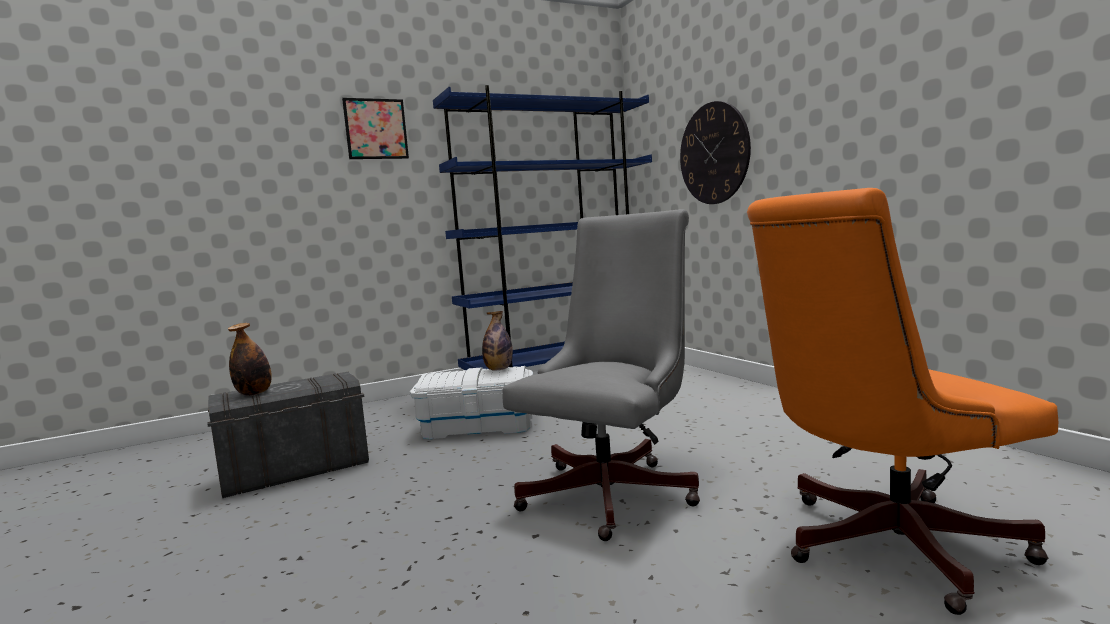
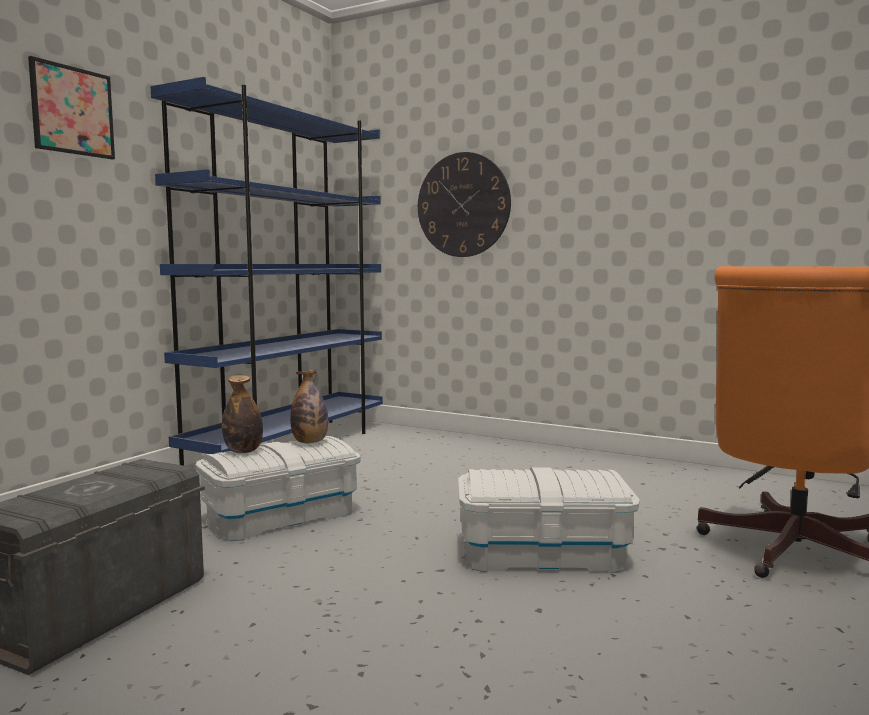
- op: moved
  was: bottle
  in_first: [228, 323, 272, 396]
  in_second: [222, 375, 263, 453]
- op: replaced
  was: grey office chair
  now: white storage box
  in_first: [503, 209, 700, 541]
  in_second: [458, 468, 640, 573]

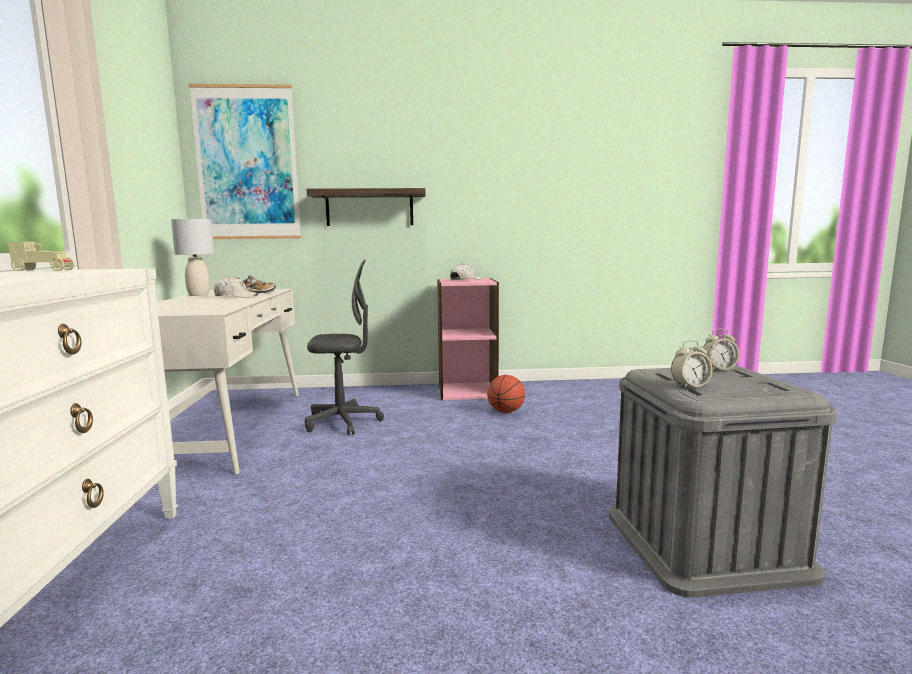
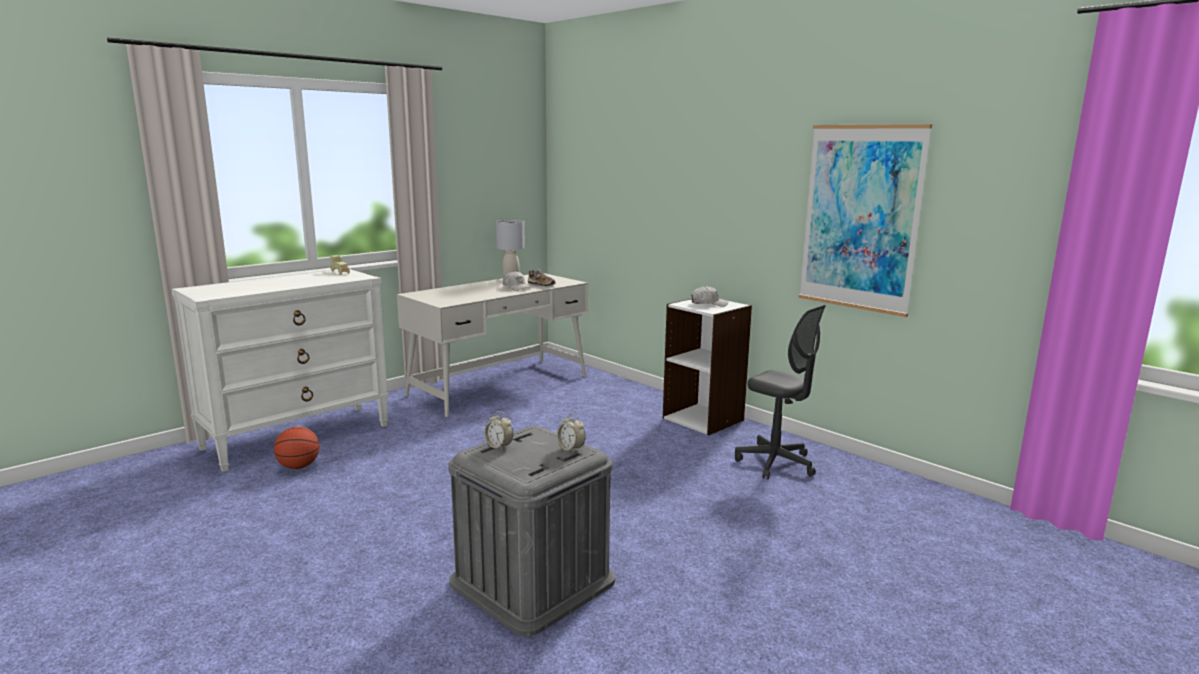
- op: moved
  was: picture
  in_first: [189, 84, 301, 239]
  in_second: [798, 124, 932, 317]
- op: moved
  was: grey office chair
  in_first: [305, 260, 384, 435]
  in_second: [735, 305, 826, 480]
- op: removed
  was: shelf
  in_first: [307, 188, 426, 226]
- op: recoloured
  was: pink bookcase
  now: white bookcase
  in_first: [437, 278, 499, 400]
  in_second: [663, 298, 752, 435]
- op: moved
  was: basketball
  in_first: [487, 375, 525, 413]
  in_second: [274, 427, 319, 469]

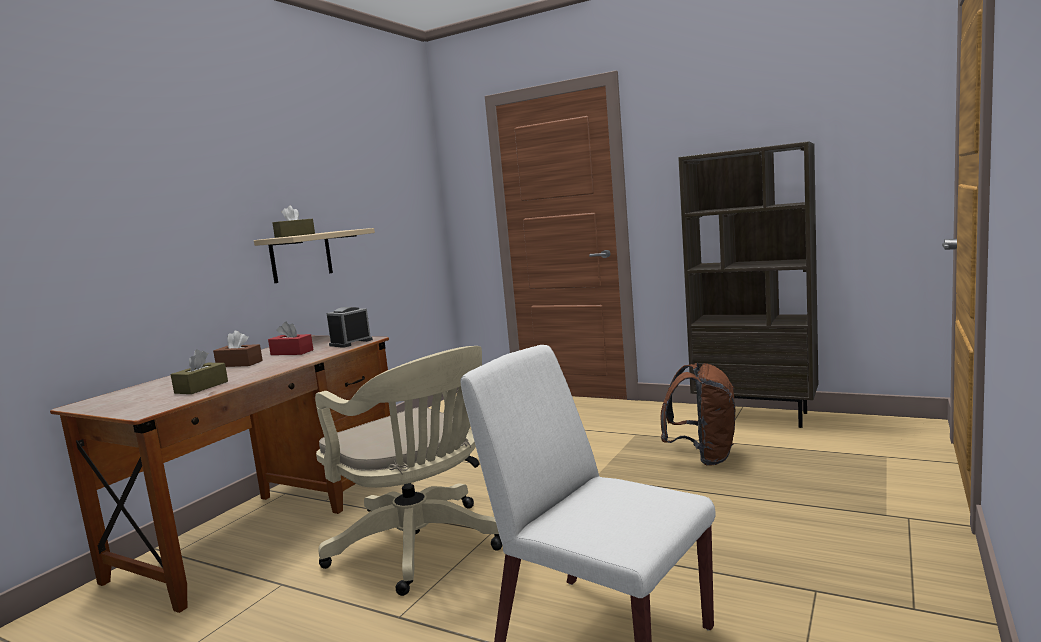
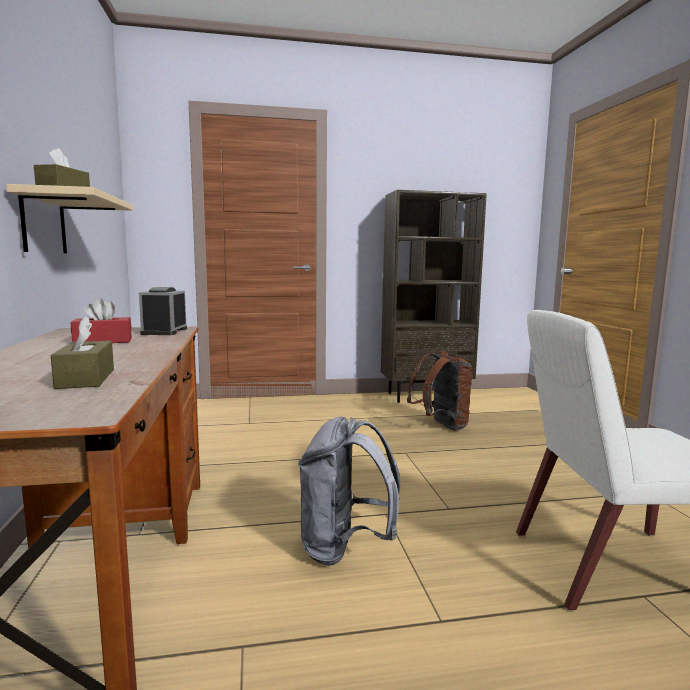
- op: removed
  was: brown tissue box
  in_first: [213, 331, 263, 367]
- op: replaced
  was: beige office chair
  now: grey backpack
  in_first: [315, 346, 503, 596]
  in_second: [298, 417, 401, 566]

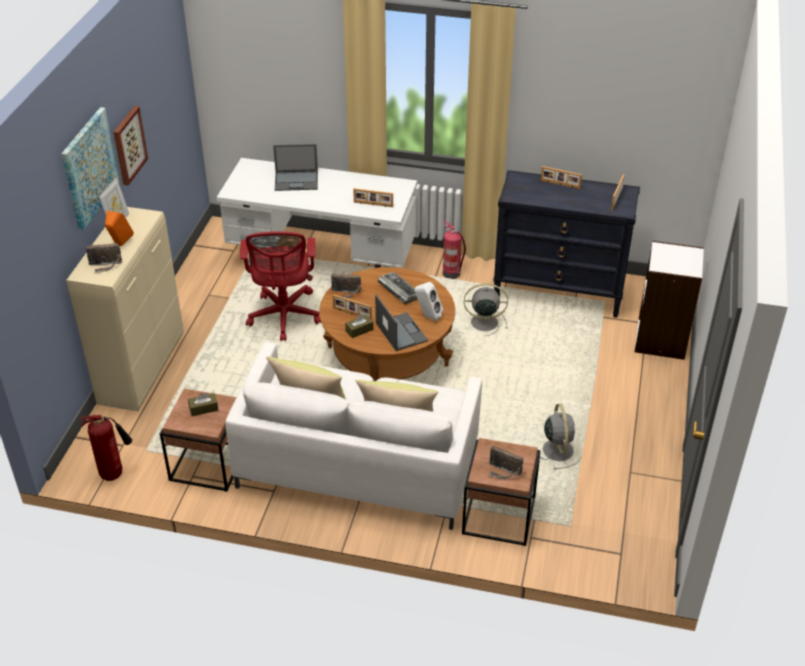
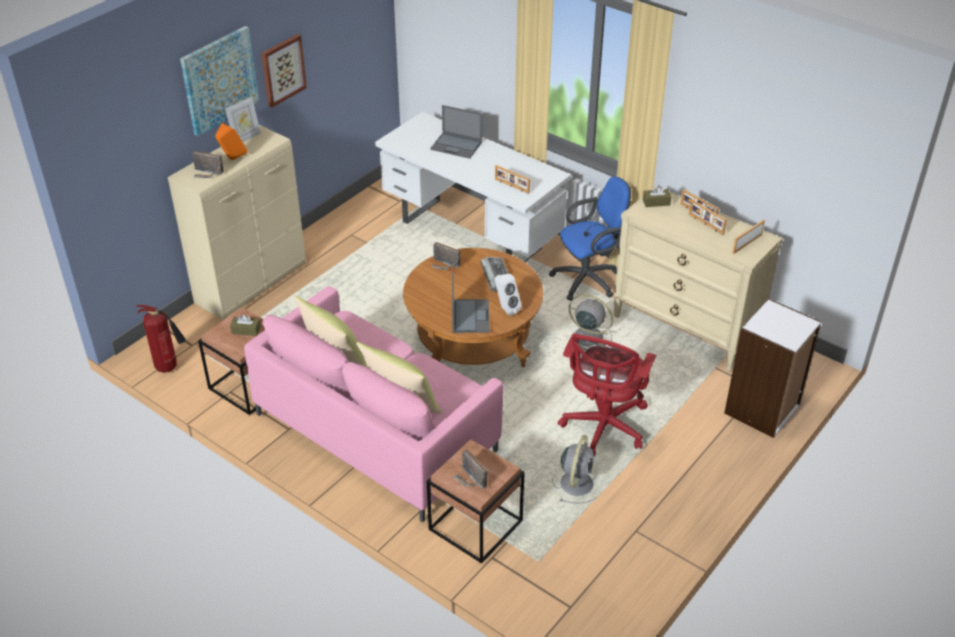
- op: recoloured
  was: white sofa
  now: pink sofa
  in_first: [225, 342, 482, 530]
  in_second: [244, 286, 504, 523]
- op: moved
  was: red office chair
  in_first: [240, 231, 321, 341]
  in_second: [558, 333, 656, 456]
- op: moved
  was: picture frame
  in_first: [333, 294, 372, 320]
  in_second: [689, 199, 727, 235]
- op: moved
  was: brown tissue box
  in_first: [345, 314, 373, 338]
  in_second: [643, 185, 671, 207]
- op: replaced
  was: fire extinguisher
  now: blue office chair
  in_first: [443, 221, 466, 279]
  in_second: [549, 176, 631, 301]
- op: recoloured
  was: black dresser
  now: beige dresser
  in_first: [493, 170, 640, 318]
  in_second: [613, 185, 783, 373]

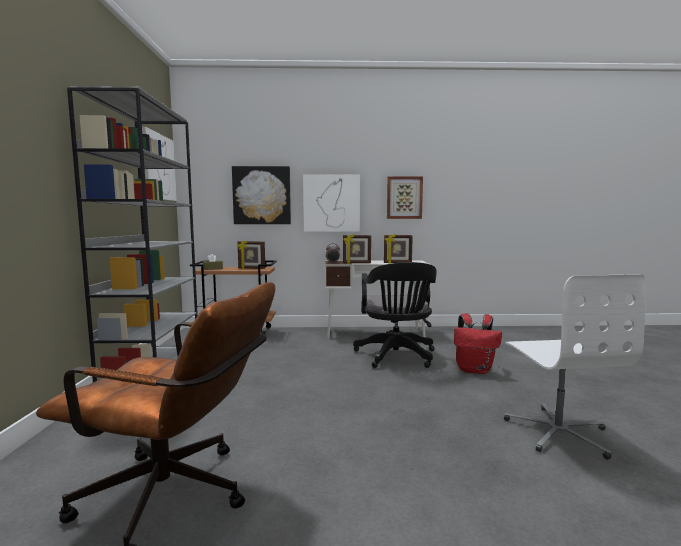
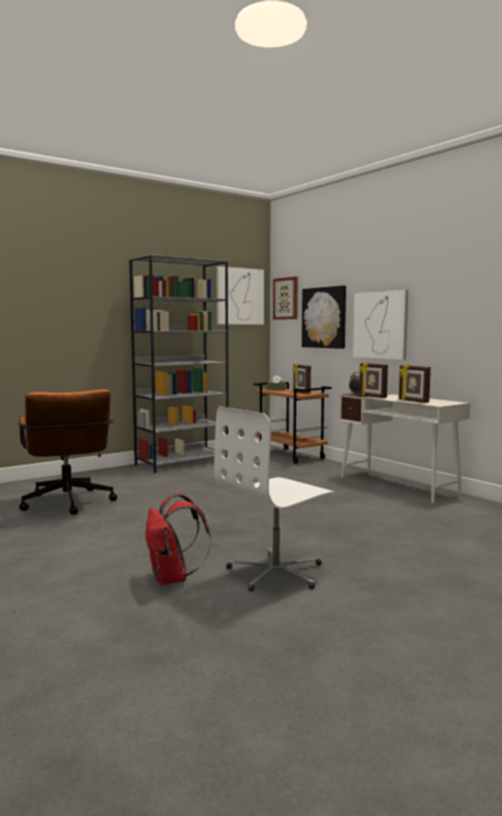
- op: removed
  was: black office chair
  in_first: [353, 262, 437, 368]
- op: moved
  was: picture
  in_first: [387, 176, 423, 219]
  in_second: [273, 277, 298, 320]
- op: moved
  was: red backpack
  in_first: [454, 313, 502, 374]
  in_second: [145, 494, 211, 585]

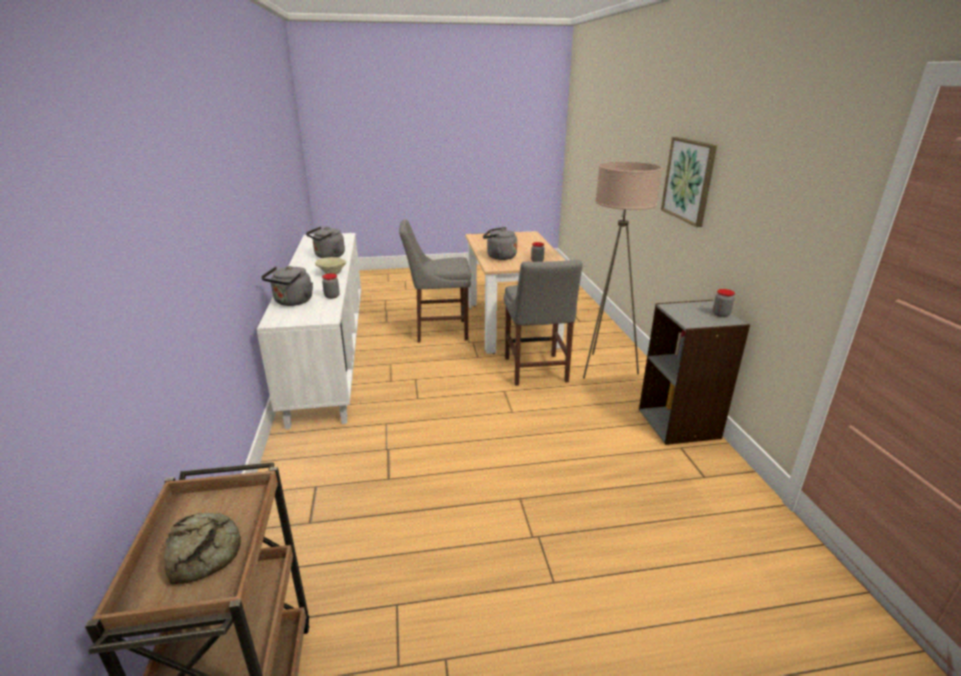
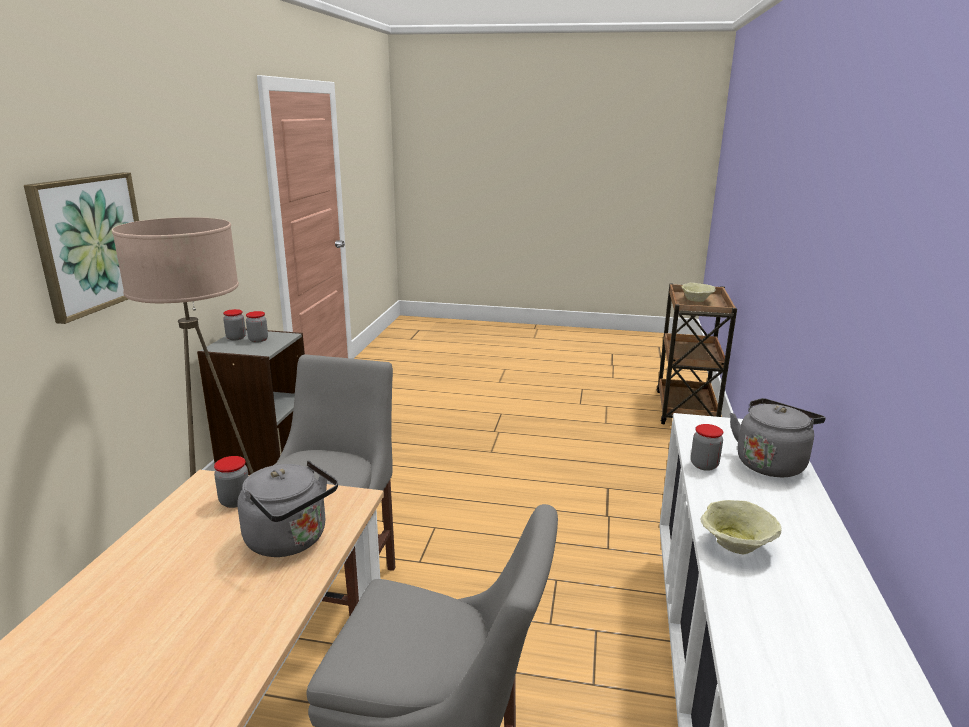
- op: replaced
  was: bread
  now: beige bowl
  in_first: [164, 513, 241, 584]
  in_second: [682, 283, 716, 302]
- op: removed
  was: grey kettle
  in_first: [306, 226, 345, 258]
- op: added
  now: jar
  in_second: [246, 311, 268, 343]

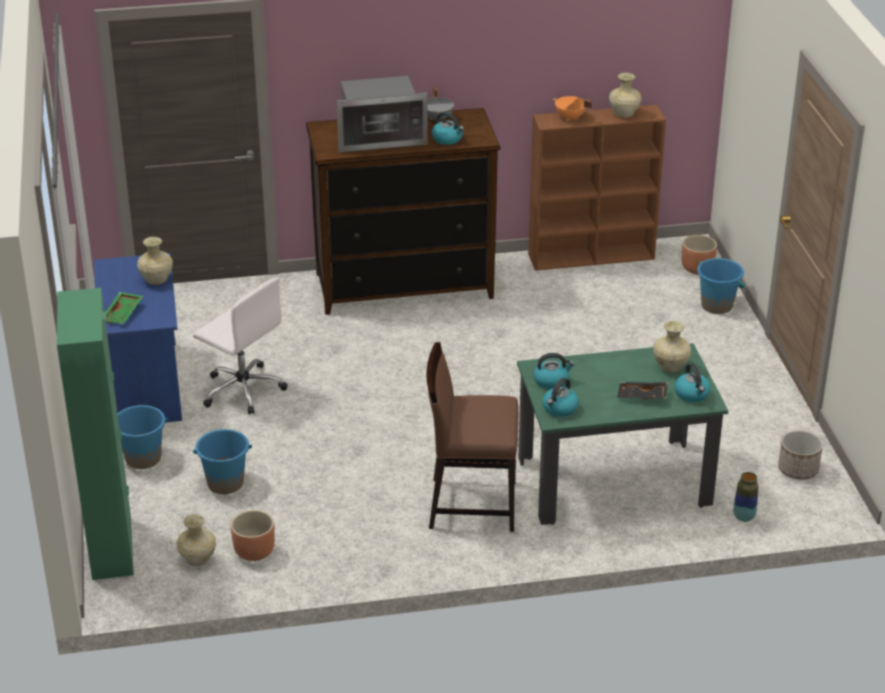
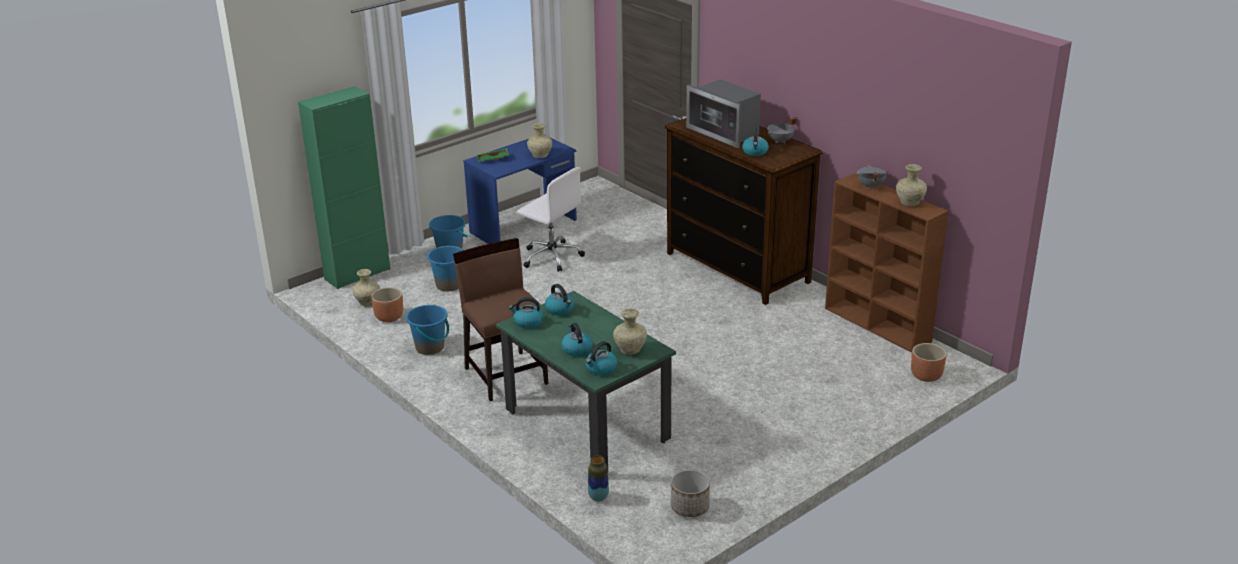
- op: turned
  was: white office chair
  in_first: [193, 277, 288, 415]
  in_second: [516, 167, 585, 272]
  clockwise: -60
- op: recoloured
  was: orange cooking pot
  now: grey cooking pot
  in_first: [553, 96, 593, 121]
  in_second: [857, 165, 886, 189]
- op: replaced
  was: black tray
  now: kettle
  in_first: [617, 382, 668, 400]
  in_second: [561, 323, 593, 356]
- op: moved
  was: blue bucket
  in_first: [697, 258, 745, 314]
  in_second: [406, 304, 449, 355]

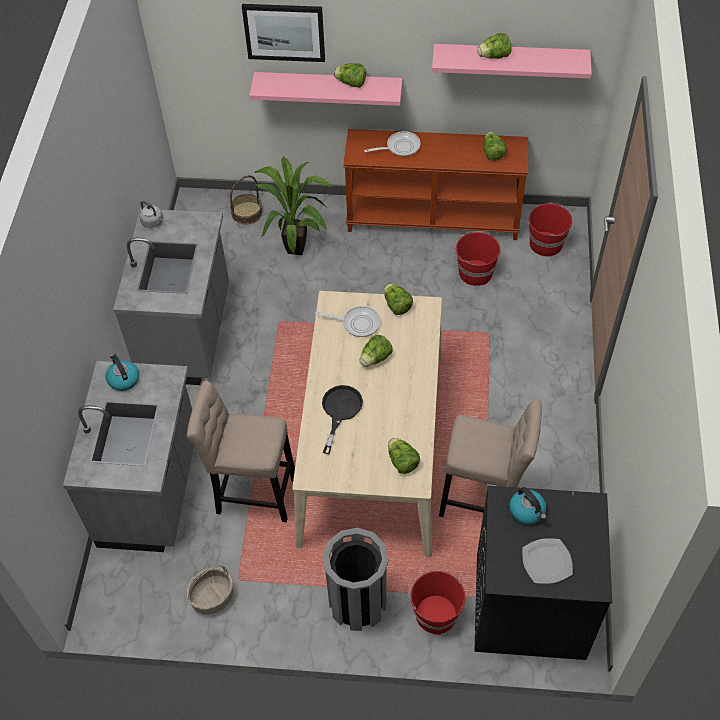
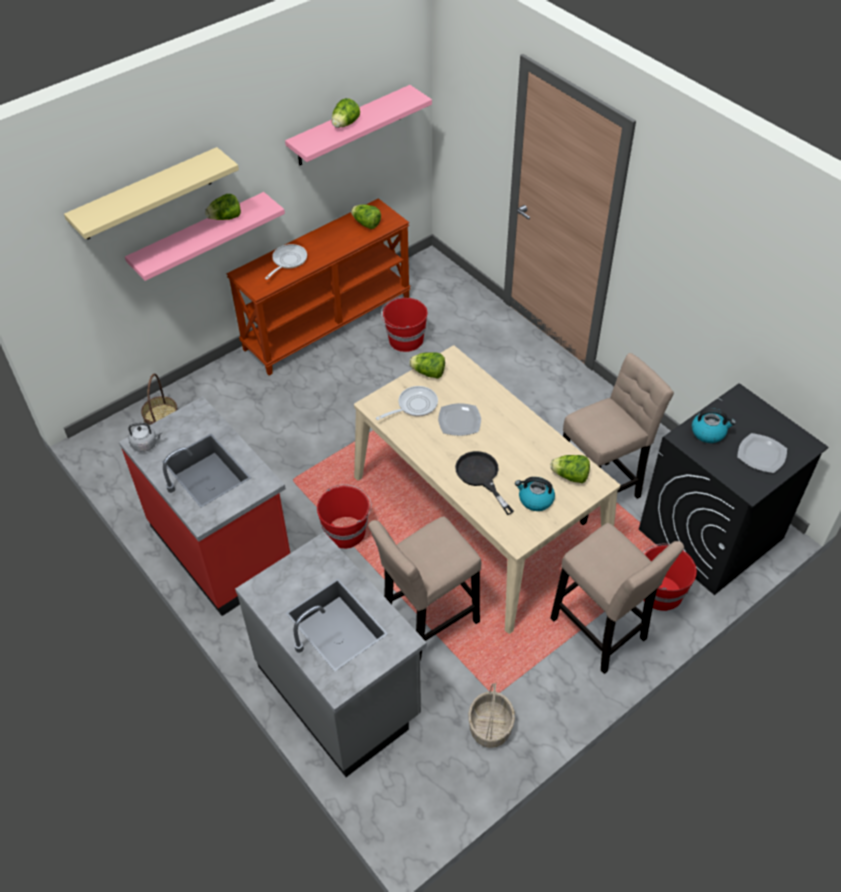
- op: moved
  was: kettle
  in_first: [106, 354, 139, 391]
  in_second: [515, 477, 555, 511]
- op: recoloured
  was: grey counter
  now: red counter
  in_first: [113, 209, 229, 385]
  in_second: [119, 396, 290, 616]
- op: replaced
  was: picture
  now: beige shelf
  in_first: [242, 4, 325, 62]
  in_second: [64, 147, 239, 240]
- op: removed
  was: potted plant
  in_first: [255, 156, 333, 255]
- op: replaced
  was: grey trash can
  now: beige stool
  in_first: [322, 528, 389, 631]
  in_second: [550, 523, 684, 674]
- op: replaced
  was: lettuce
  now: plate
  in_first: [360, 335, 393, 367]
  in_second: [438, 403, 481, 436]
- op: moved
  was: red bucket
  in_first: [529, 202, 574, 257]
  in_second: [317, 484, 372, 549]

